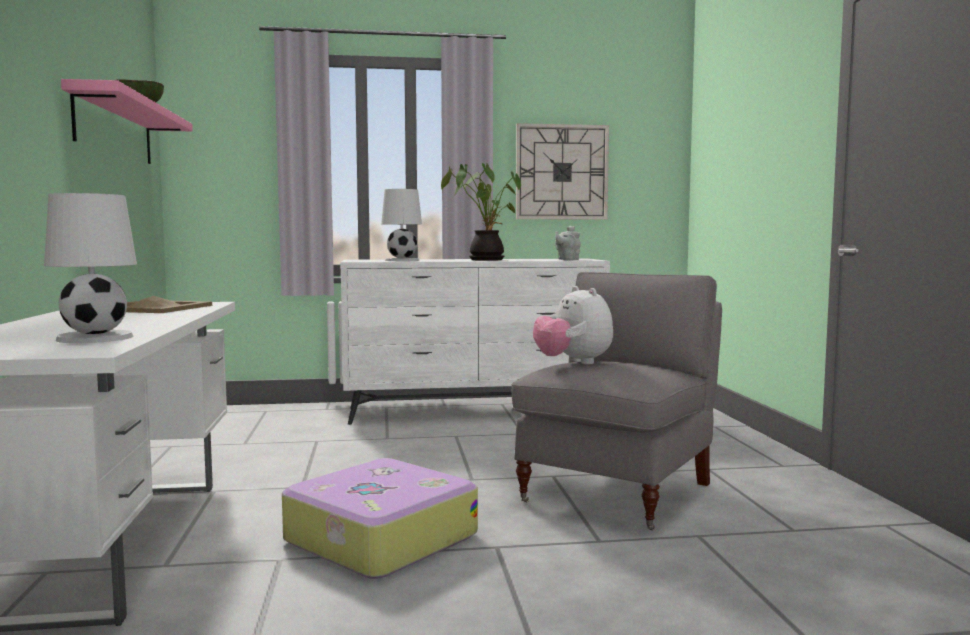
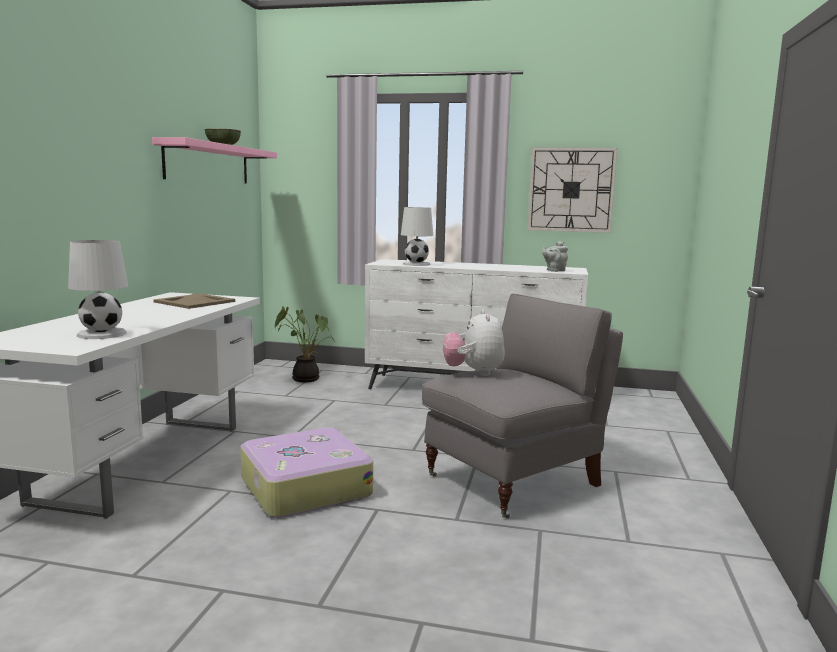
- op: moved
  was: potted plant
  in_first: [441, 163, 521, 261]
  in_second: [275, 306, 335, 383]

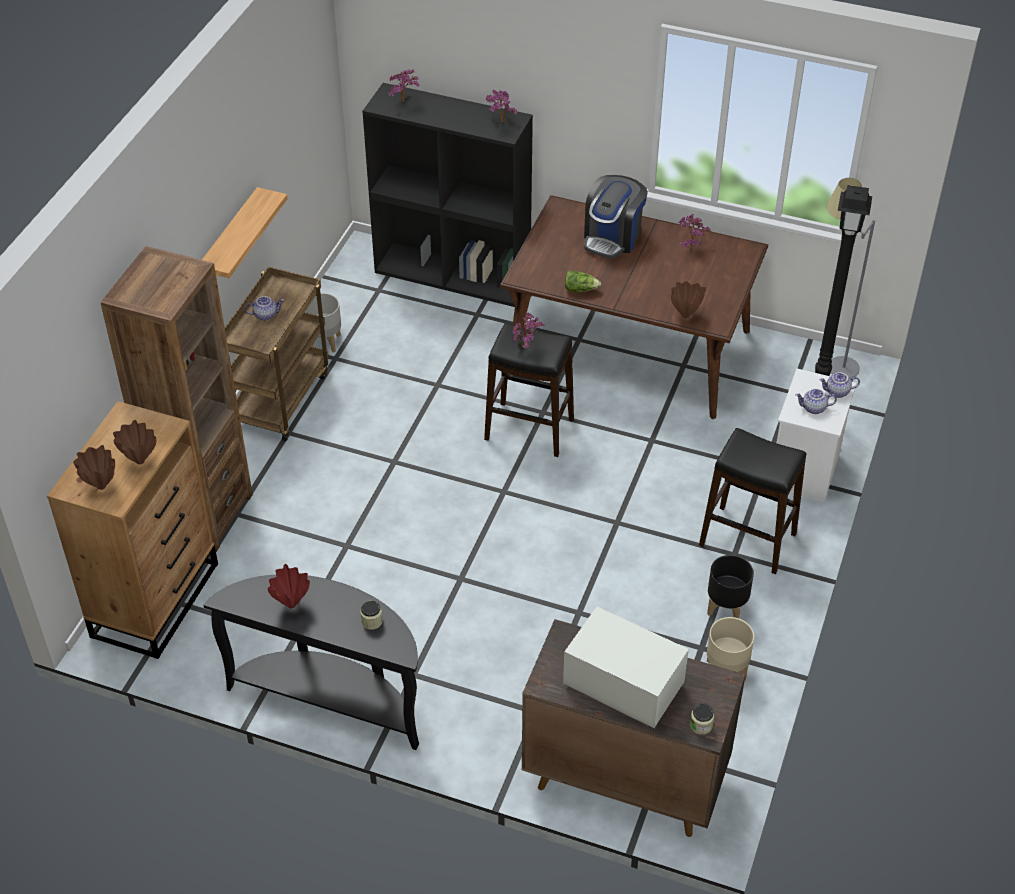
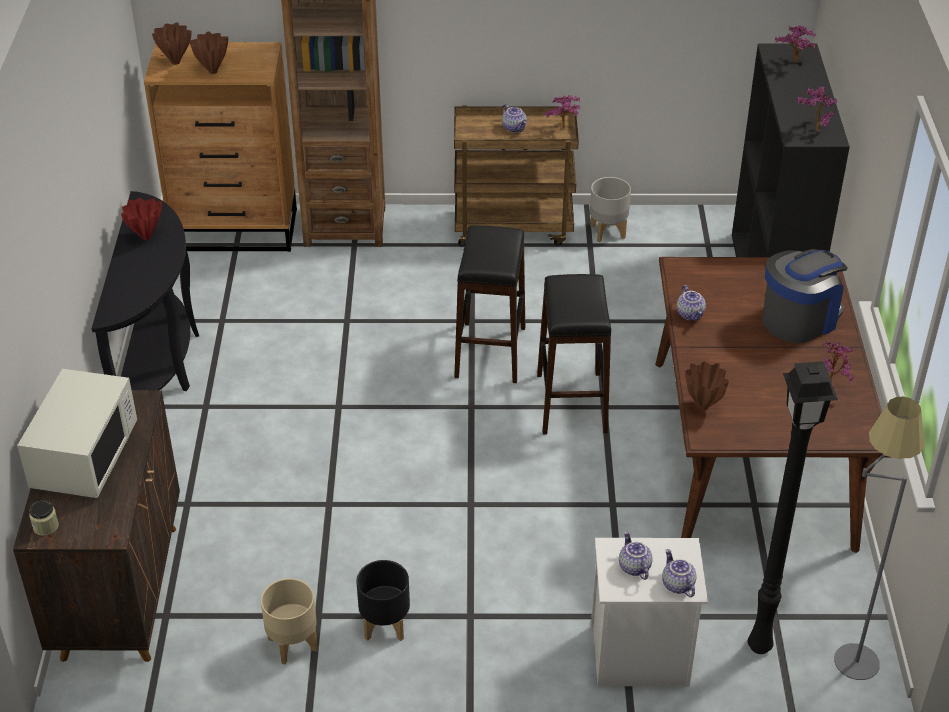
- op: removed
  was: shelf
  in_first: [202, 187, 287, 278]
- op: removed
  was: jar
  in_first: [360, 600, 383, 630]
- op: moved
  was: potted plant
  in_first: [512, 312, 545, 348]
  in_second: [544, 95, 580, 129]
- op: replaced
  was: lettuce
  now: teapot
  in_first: [565, 270, 601, 292]
  in_second: [677, 285, 706, 321]
- op: turned
  was: coffee machine
  in_first: [584, 175, 648, 259]
  in_second: [762, 249, 848, 343]
  clockwise: 135
- op: moved
  was: black stool
  in_first: [699, 428, 806, 574]
  in_second: [454, 226, 525, 383]

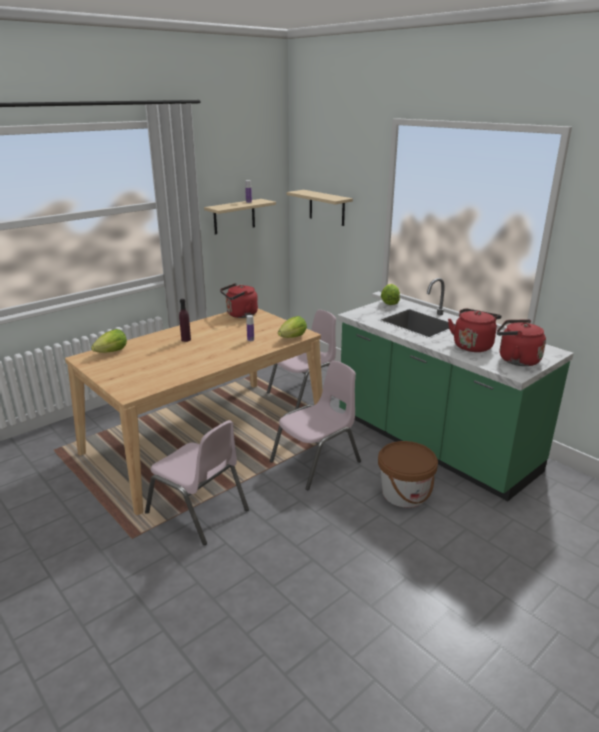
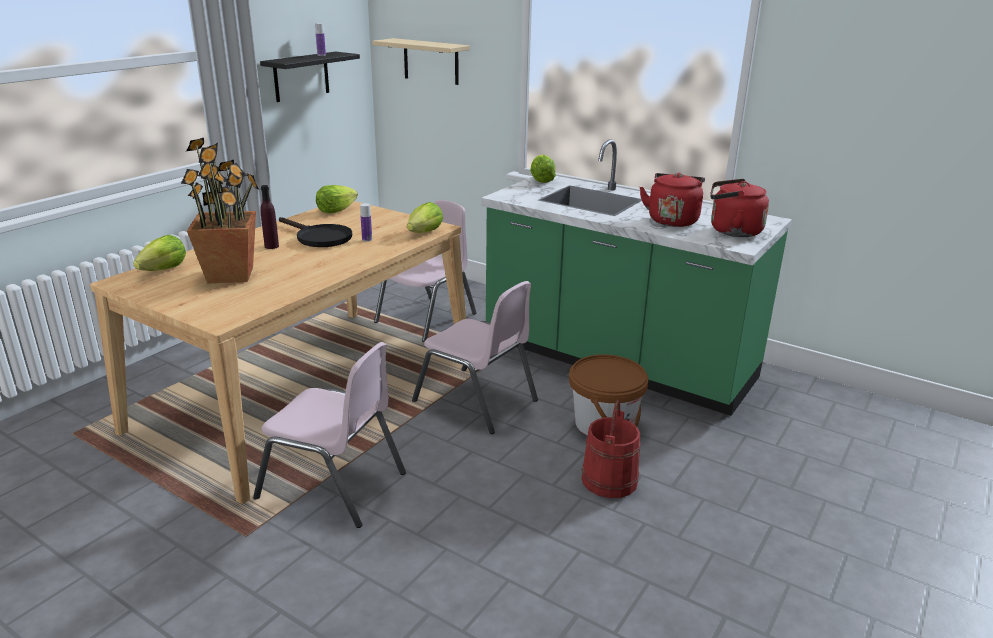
- op: recoloured
  was: beige shelf
  now: black shelf
  in_first: [204, 199, 276, 235]
  in_second: [260, 52, 360, 102]
- op: replaced
  was: red kettle
  now: lettuce
  in_first: [220, 283, 258, 318]
  in_second: [316, 185, 358, 213]
- op: turned
  was: pink chair
  in_first: [270, 361, 361, 491]
  in_second: [412, 281, 538, 434]
  clockwise: 90
- op: added
  now: potted plant
  in_second: [181, 138, 259, 284]
- op: added
  now: black frying pan
  in_second: [279, 217, 352, 247]
- op: added
  now: red bucket
  in_second: [581, 400, 640, 498]

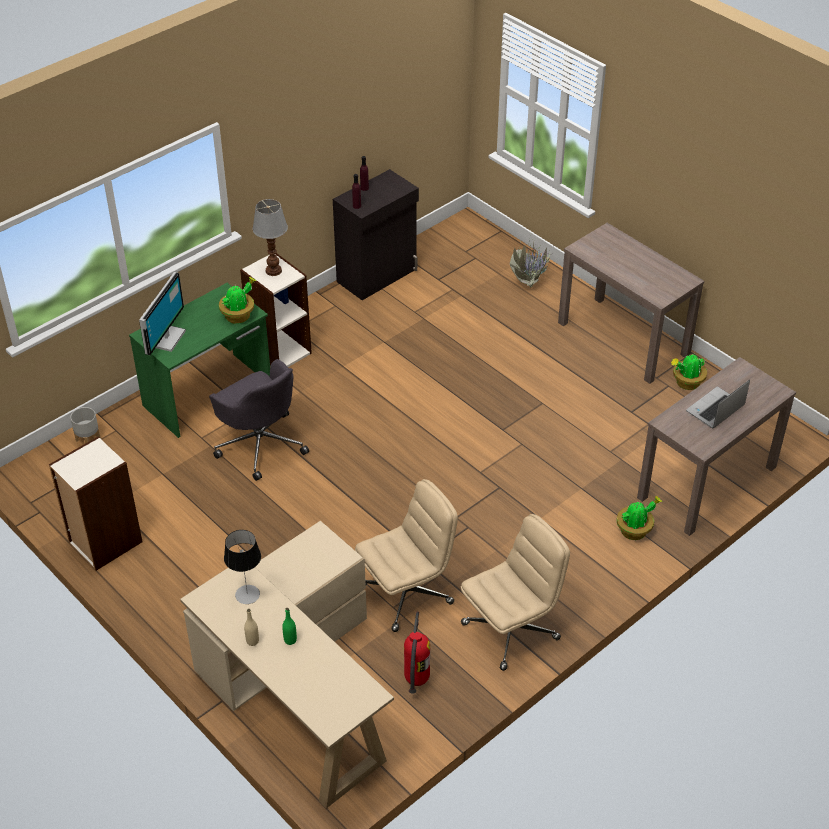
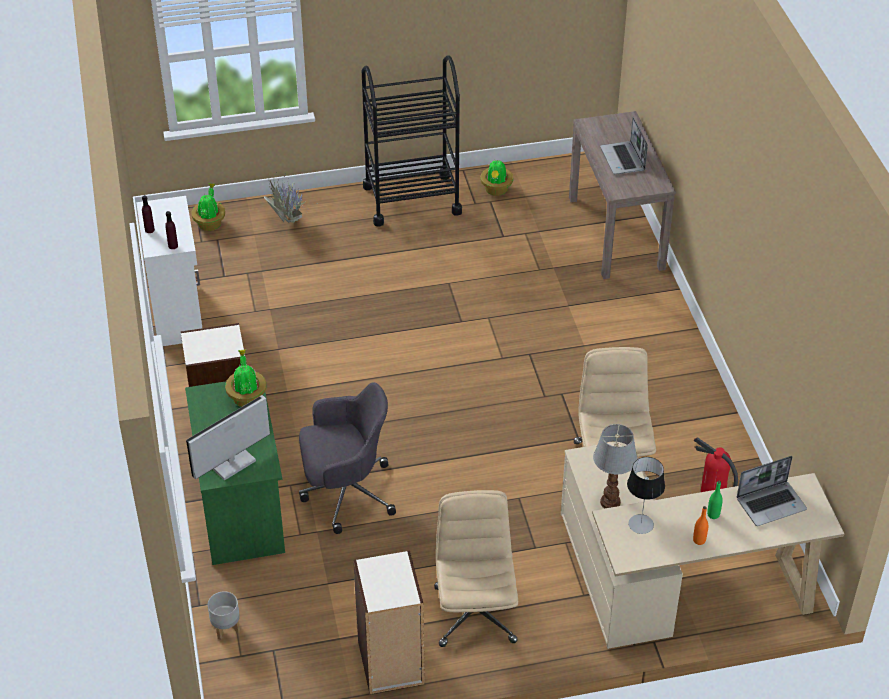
- op: turned
  was: monitor
  in_first: [139, 272, 186, 355]
  in_second: [186, 395, 270, 481]
  clockwise: -90
- op: recoloured
  was: beige bottle
  now: orange bottle
  in_first: [244, 609, 259, 646]
  in_second: [693, 506, 708, 545]
- op: moved
  was: table lamp
  in_first: [252, 199, 288, 276]
  in_second: [593, 424, 637, 509]
- op: recoloured
  was: black cabinet
  now: white cabinet
  in_first: [333, 169, 419, 300]
  in_second: [136, 196, 202, 346]
- op: moved
  was: beige office chair
  in_first: [461, 514, 570, 671]
  in_second: [434, 490, 518, 647]
- op: replaced
  was: brown console table
  now: black cart
  in_first: [558, 223, 704, 384]
  in_second: [362, 55, 462, 227]
- op: moved
  was: potted plant
  in_first: [617, 496, 662, 540]
  in_second: [191, 183, 225, 231]
- op: added
  now: laptop
  in_second: [737, 456, 807, 526]

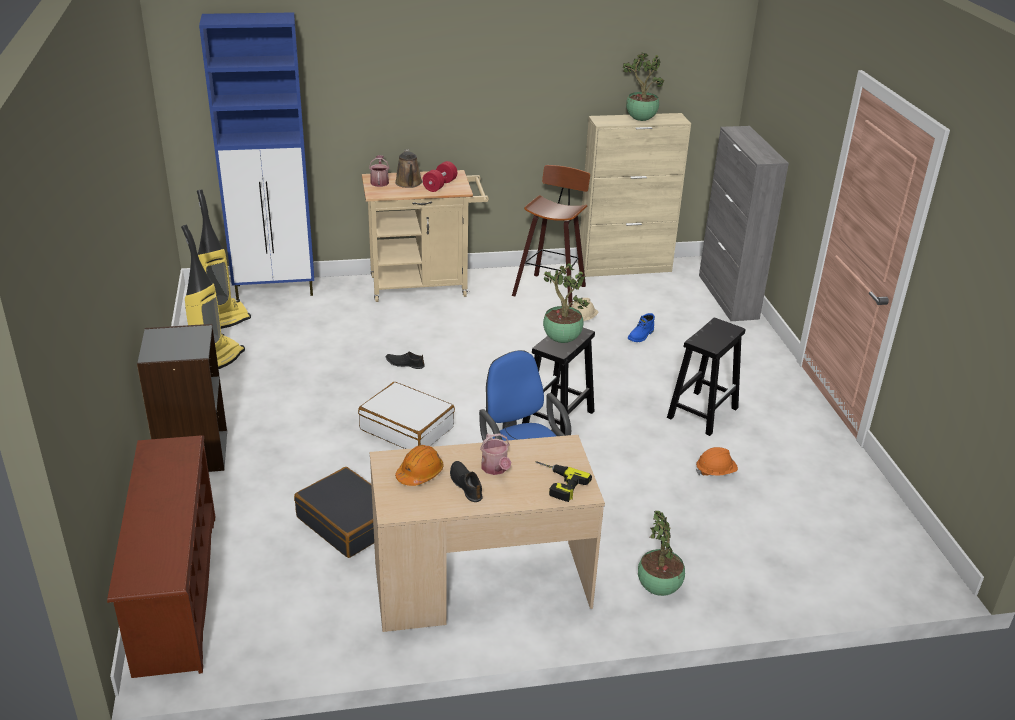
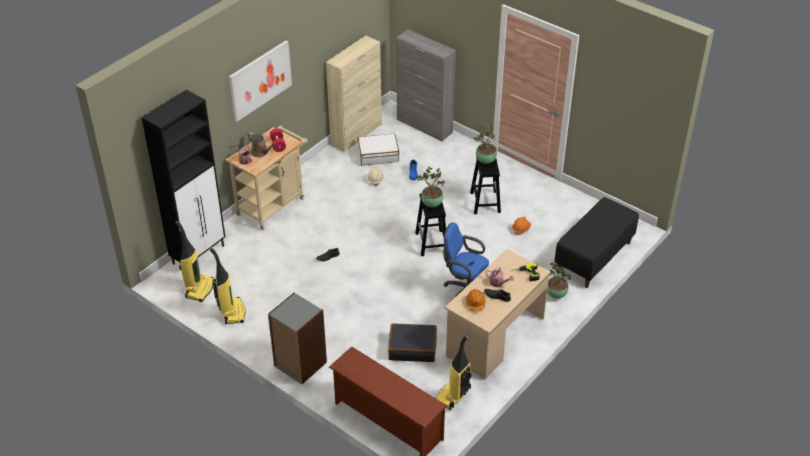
- op: recoloured
  was: blue cabinet
  now: black cabinet
  in_first: [199, 12, 314, 300]
  in_second: [142, 90, 225, 265]
- op: moved
  was: white suitcase
  in_first: [358, 382, 455, 449]
  in_second: [357, 134, 399, 165]
- op: removed
  was: stool
  in_first: [512, 165, 590, 307]
- op: moved
  was: potted plant
  in_first: [623, 52, 665, 121]
  in_second: [474, 124, 497, 164]
- op: added
  now: picture
  in_second: [229, 40, 292, 122]
- op: added
  now: vacuum cleaner
  in_second: [436, 335, 471, 410]
- op: added
  now: black bench
  in_second: [554, 197, 639, 288]

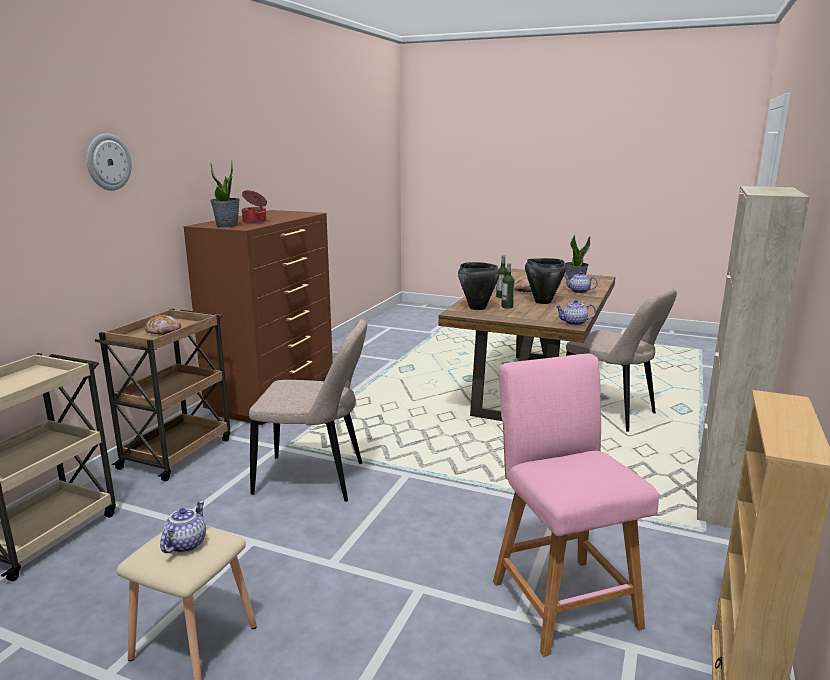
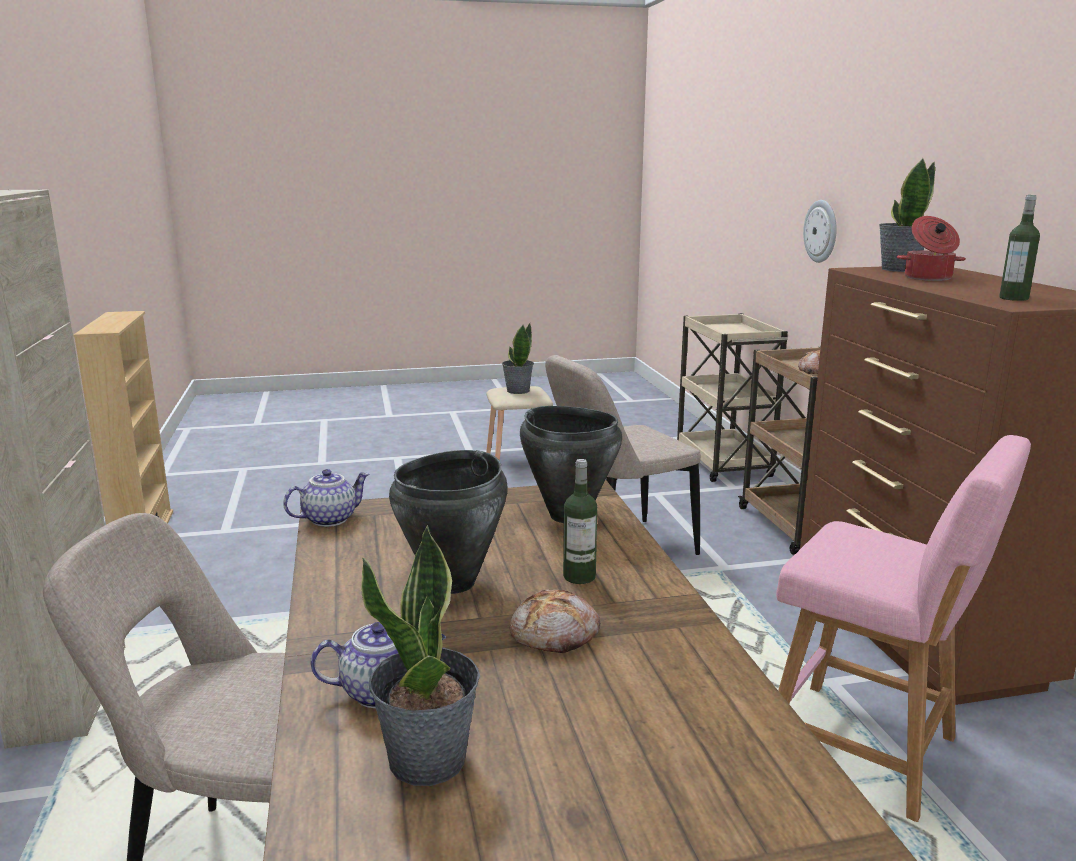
- op: moved
  was: wall clock
  in_first: [87, 133, 132, 191]
  in_second: [803, 200, 837, 263]
- op: replaced
  was: teapot
  now: potted plant
  in_first: [160, 501, 206, 553]
  in_second: [502, 323, 534, 394]
- op: moved
  was: pink stool
  in_first: [493, 354, 659, 657]
  in_second: [776, 435, 1031, 822]
- op: moved
  was: bottle
  in_first: [501, 263, 514, 309]
  in_second: [999, 195, 1040, 301]

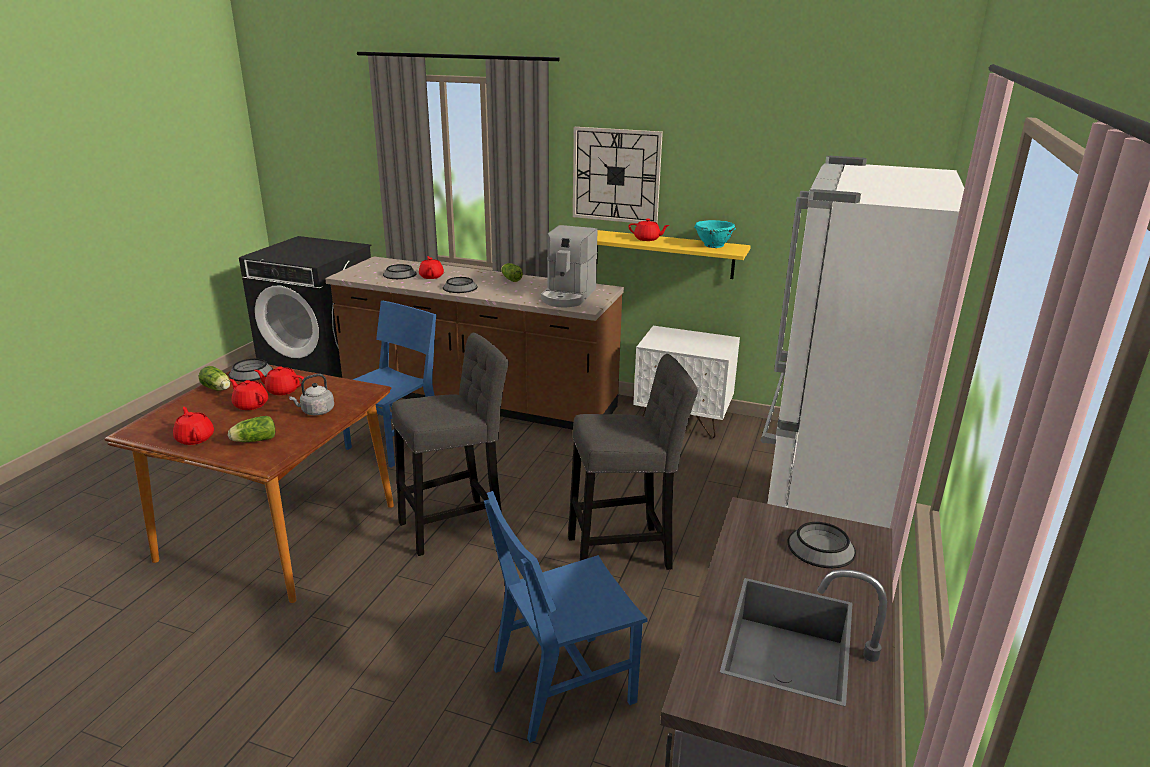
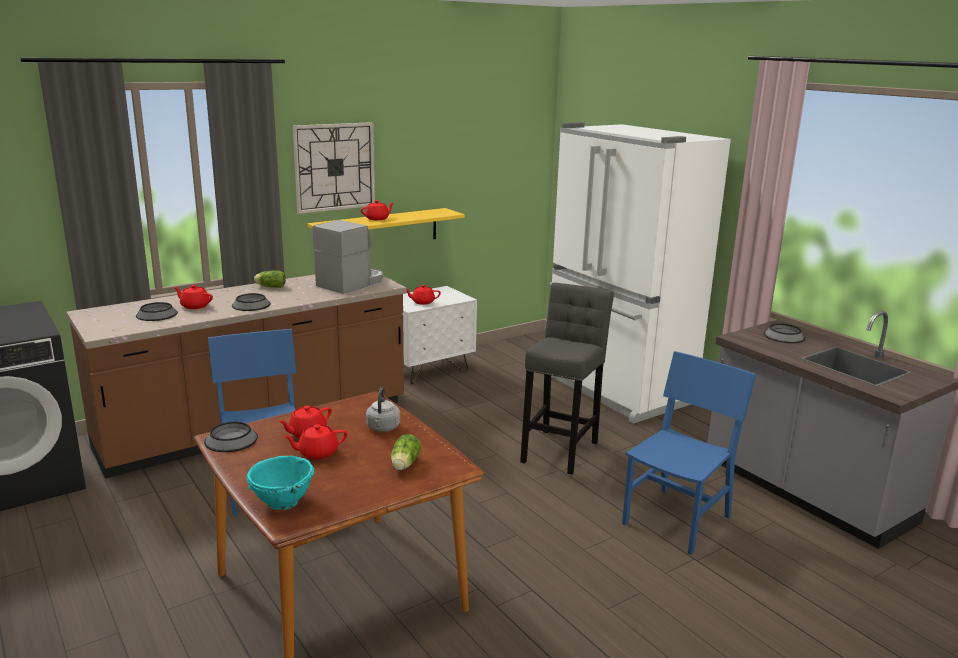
- op: moved
  was: red teapot
  in_first: [173, 407, 214, 445]
  in_second: [407, 285, 441, 305]
- op: removed
  was: lettuce
  in_first: [199, 366, 230, 391]
- op: removed
  was: grey stool
  in_first: [392, 333, 509, 556]
- op: turned
  was: blue chair
  in_first: [484, 491, 647, 743]
  in_second: [622, 351, 756, 555]
  clockwise: -150
- op: turned
  was: coffee machine
  in_first: [541, 225, 597, 307]
  in_second: [313, 220, 383, 294]
  clockwise: -105
- op: moved
  was: turquoise bowl
  in_first: [694, 220, 736, 248]
  in_second: [246, 455, 315, 510]

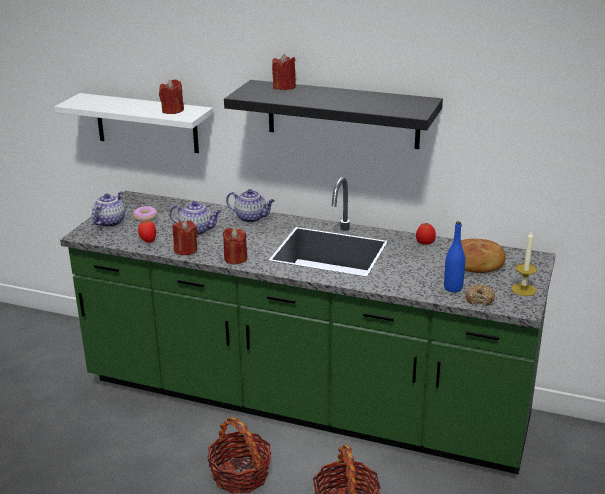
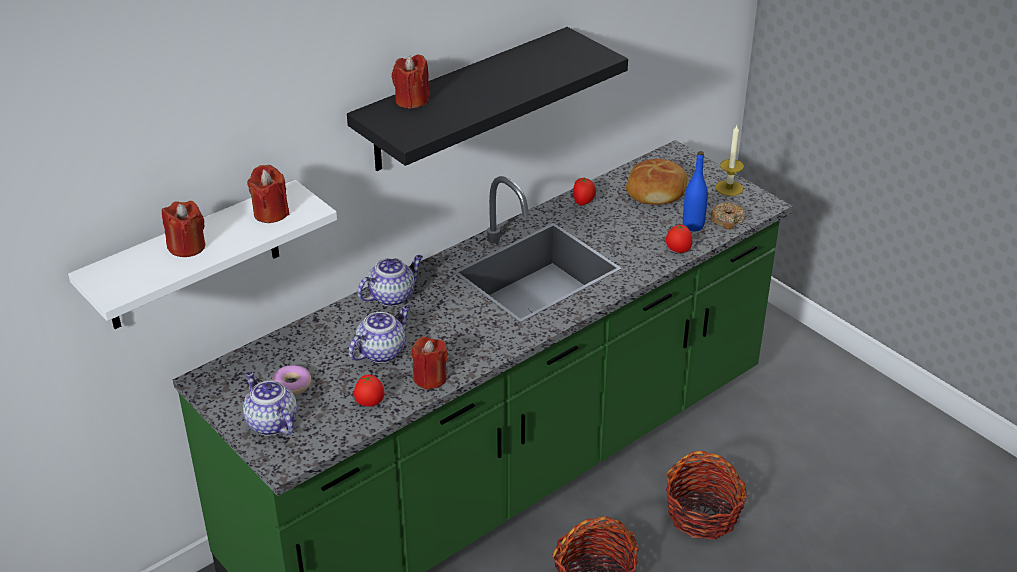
- op: moved
  was: red candle
  in_first: [223, 228, 247, 264]
  in_second: [162, 201, 205, 257]
- op: added
  now: tomato
  in_second: [666, 225, 692, 253]

